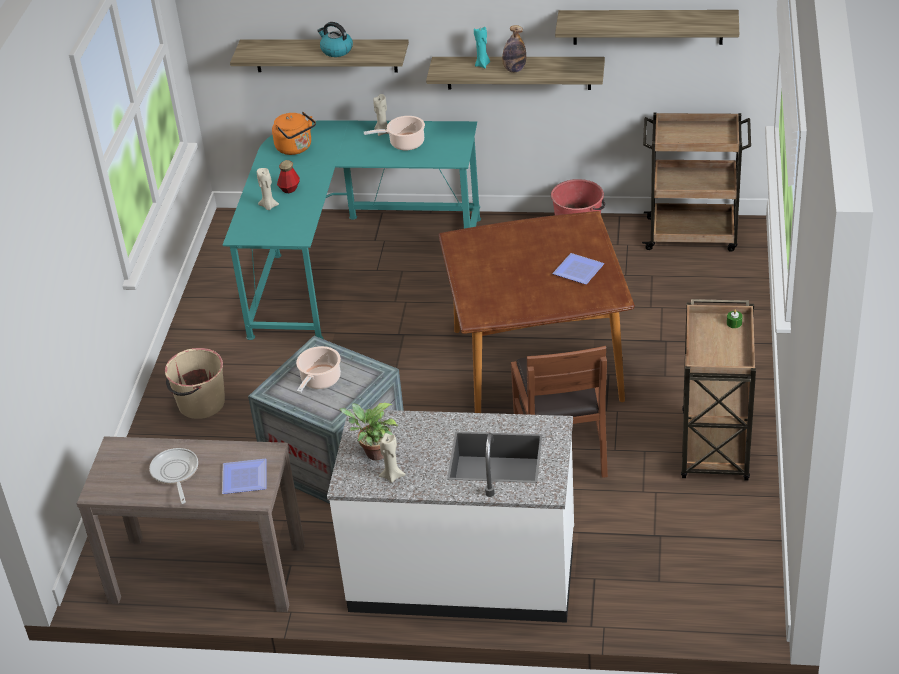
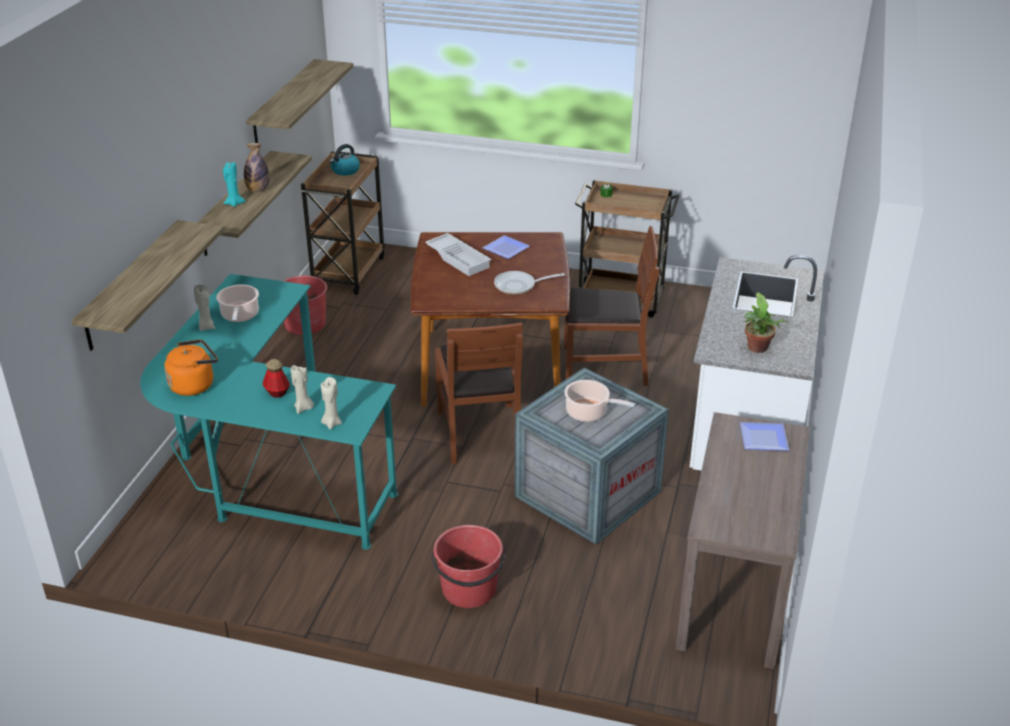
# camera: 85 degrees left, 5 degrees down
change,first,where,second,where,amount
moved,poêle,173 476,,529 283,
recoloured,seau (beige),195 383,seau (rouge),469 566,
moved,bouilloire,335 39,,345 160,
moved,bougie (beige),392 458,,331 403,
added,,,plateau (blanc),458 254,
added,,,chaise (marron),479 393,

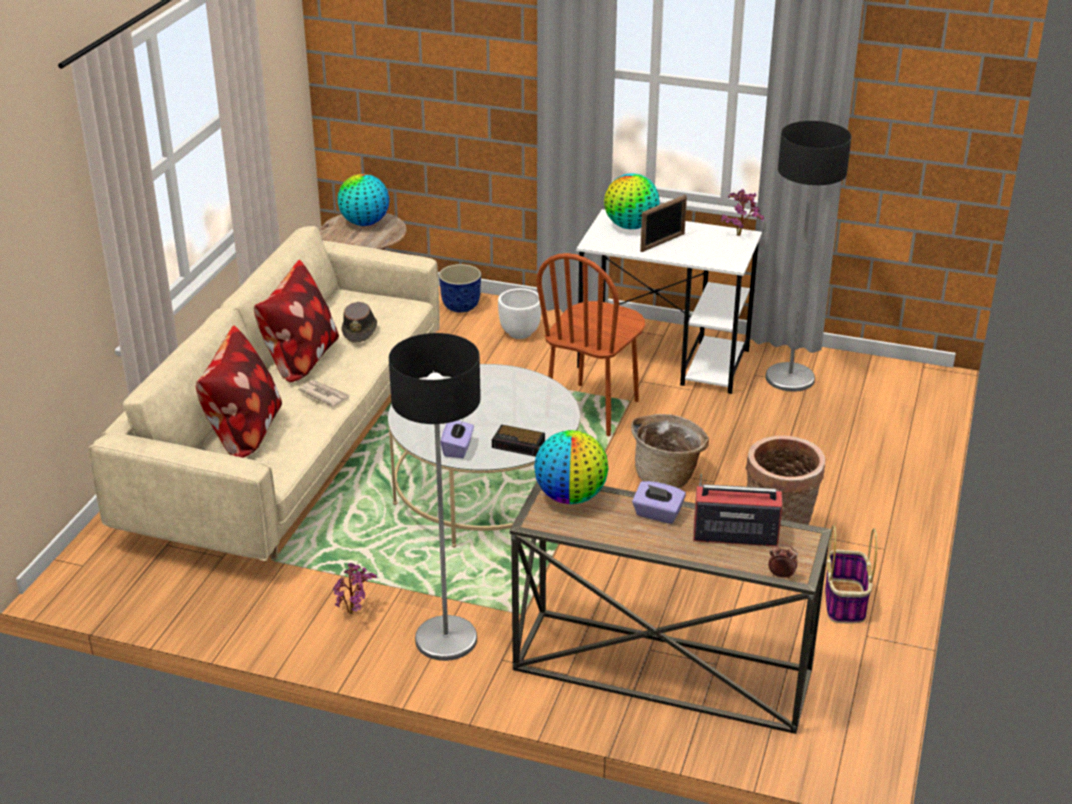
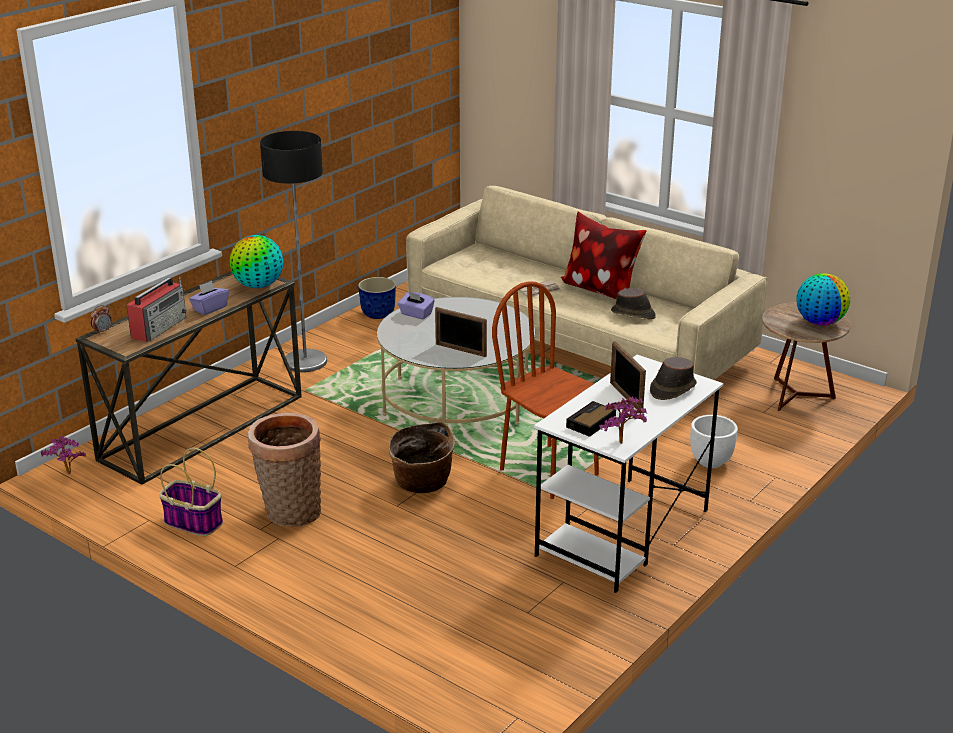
# camera: 110 degrees right, 5 degrees down
change,first,where,second,where,amount
removed,coussin,239 392,,,
moved,plante en pot,355 588,,63 455,
moved,cache-pot,460 288,,377 298,
moved,réveil,518 440,,591 419,
replaced,globe,632 201,chapeau (marron),673 378,
removed,lampadaire,808 256,,,
added,,,cadre photo,461 332,

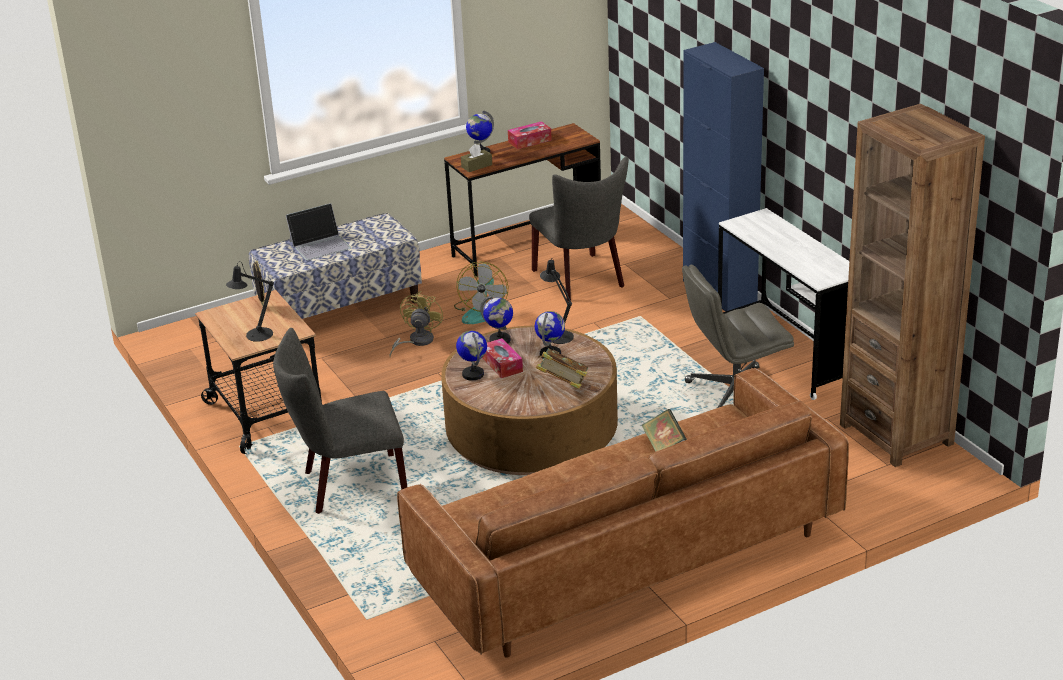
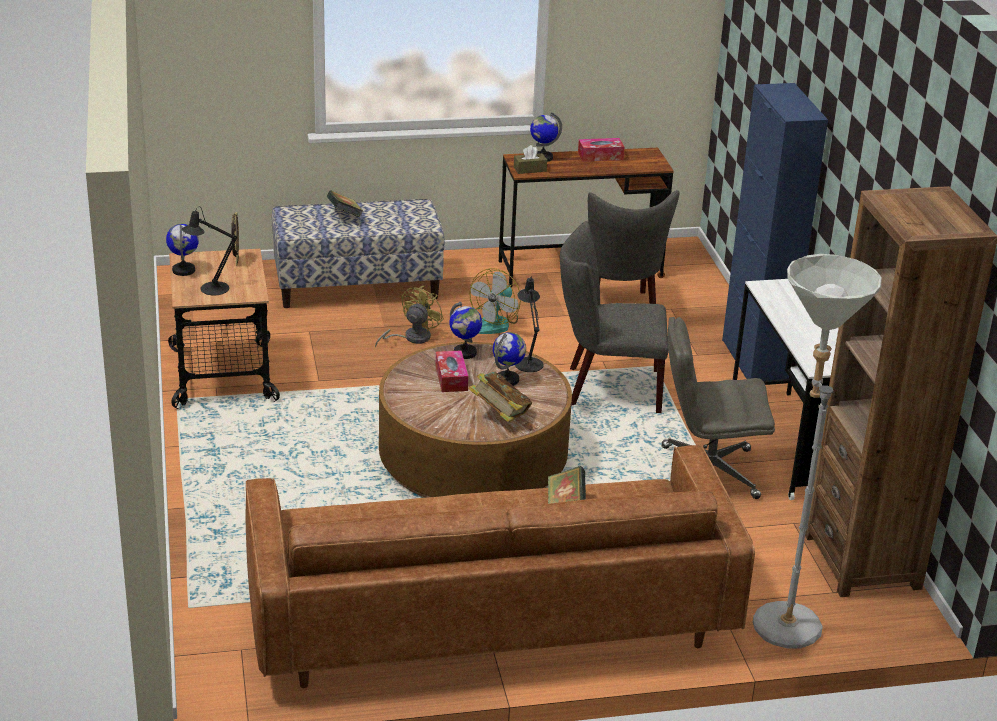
# camera: 15 degrees right, 0 degrees up
change,first,where,second,where,amount
moved,chaise (gris),340 421,,614 317,
replaced,ordinateur portable,318 232,livre,345 203,
moved,globe,471 356,,182 250,
added,,,lampadaire (gris),817 451,

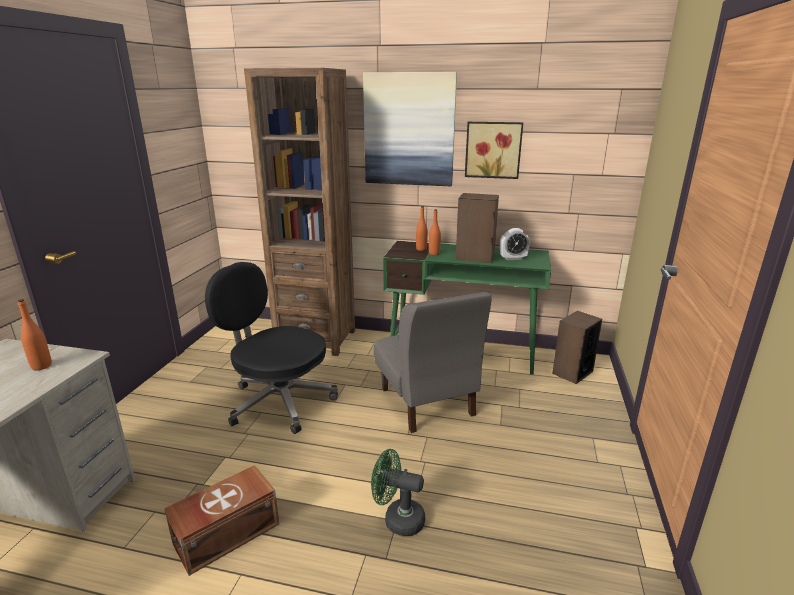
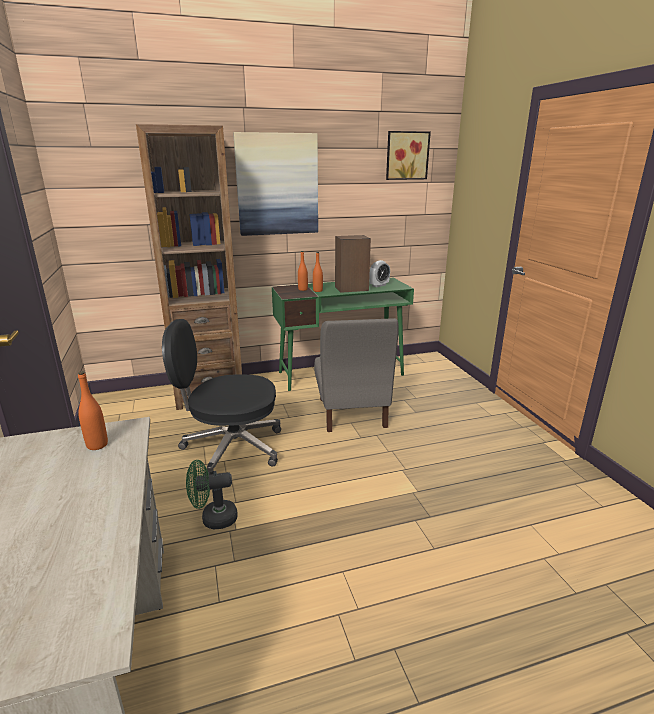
# camera: 30 degrees left, 0 degrees up
change,first,where,second,where,amount
removed,boîte de rangement (marron),221 520,,,
moved,ventilateur (vert),398 492,,212 494,
turned,chaise (gris),433 362,,356 375,45 degrees clockwise
moved,tableau,494 150,,408 155,
removed,enceinte,577 347,,,

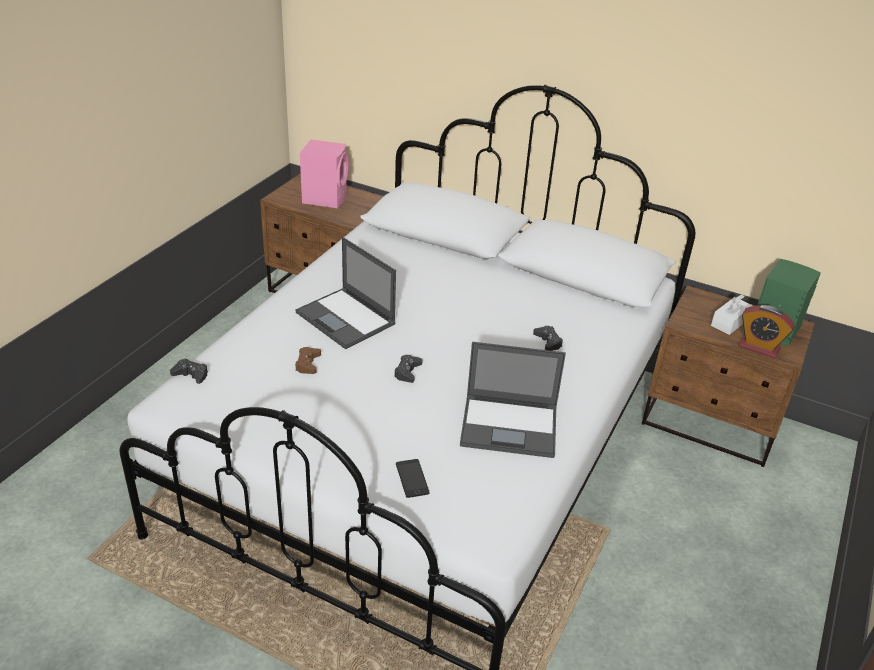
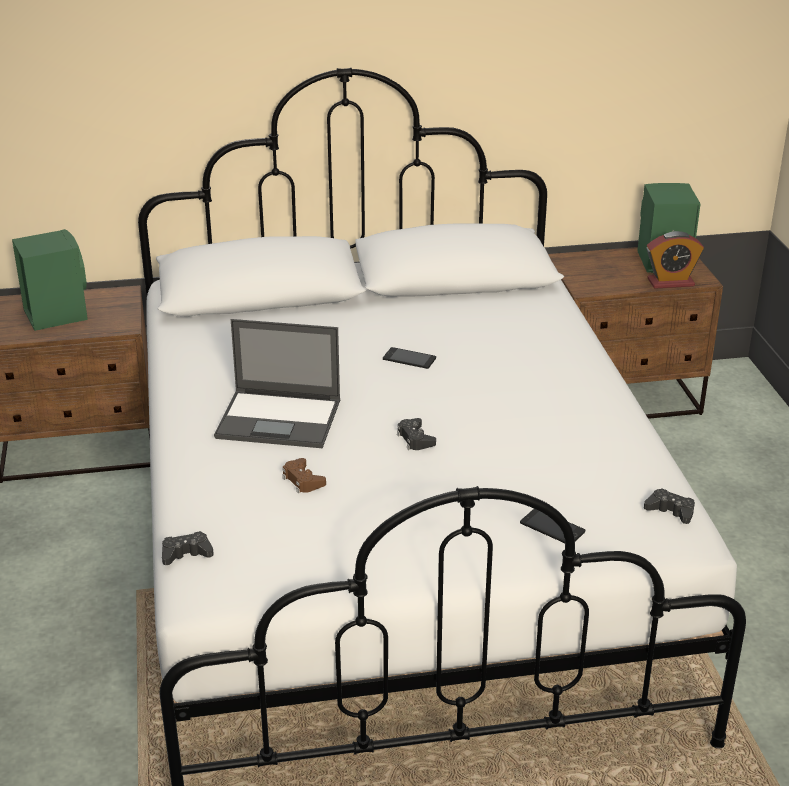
# camera: 35 degrees left, 5 degrees down
change,first,where,second,where,amount
recoloured,enceinte (rose),324 173,enceinte (vert),50 280,
removed,ordinateur portable,513 400,,,
moved,manette (noir),548 338,,669 506,
removed,boîte à mouchoirs (blanc),732 315,,,
added,,,téléphone,409 358,

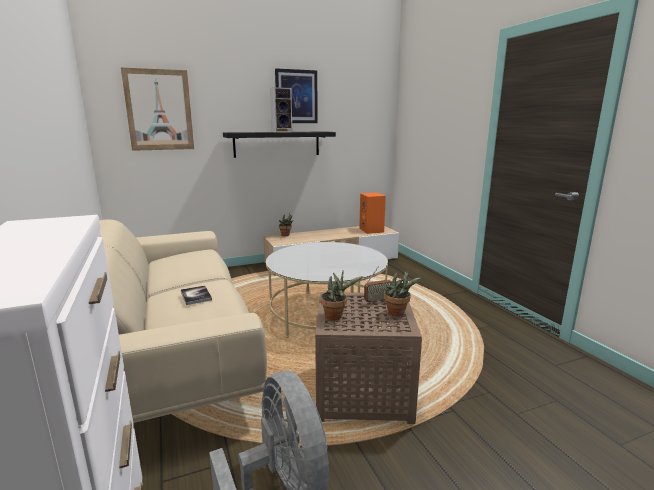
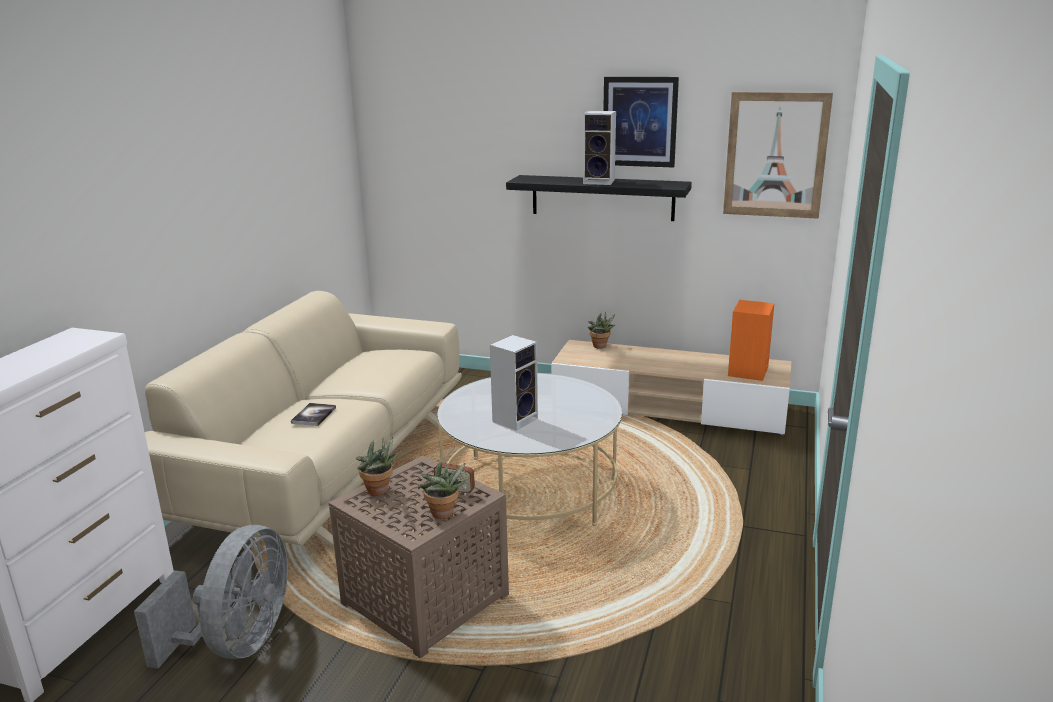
# camera: 40 degrees right, 5 degrees up
change,first,where,second,where,amount
moved,tableau,157 109,,778 155,
added,,,enceinte,514 383,

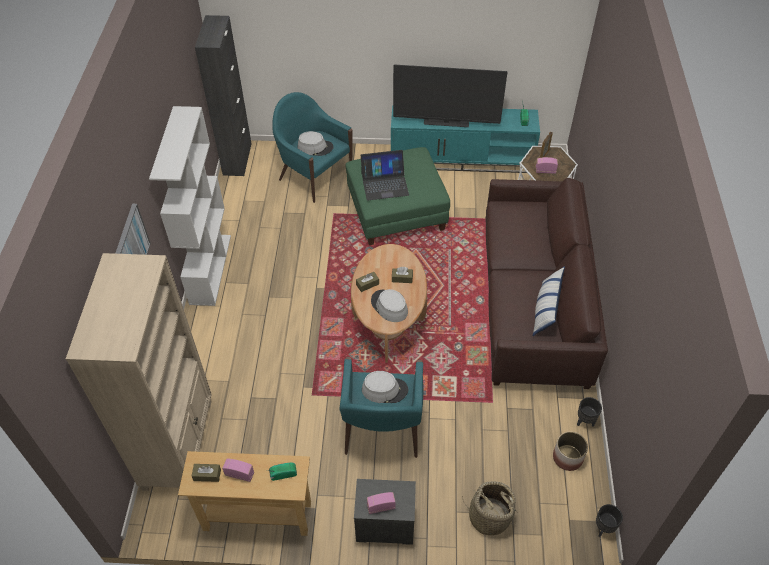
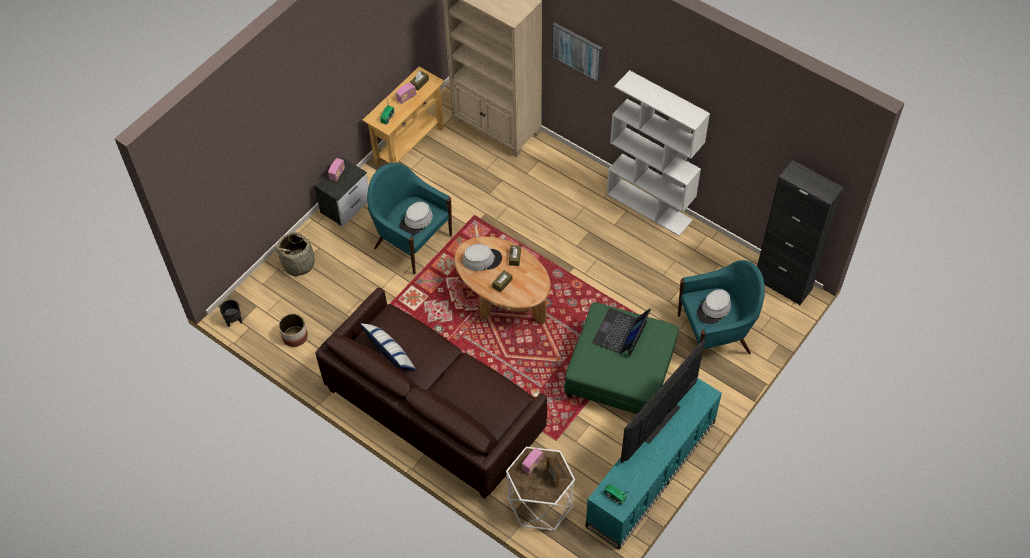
# camera: 125 degrees right, 5 degrees up
change,first,where,second,where,amount
removed,cache-pot (noir),589 412,,,

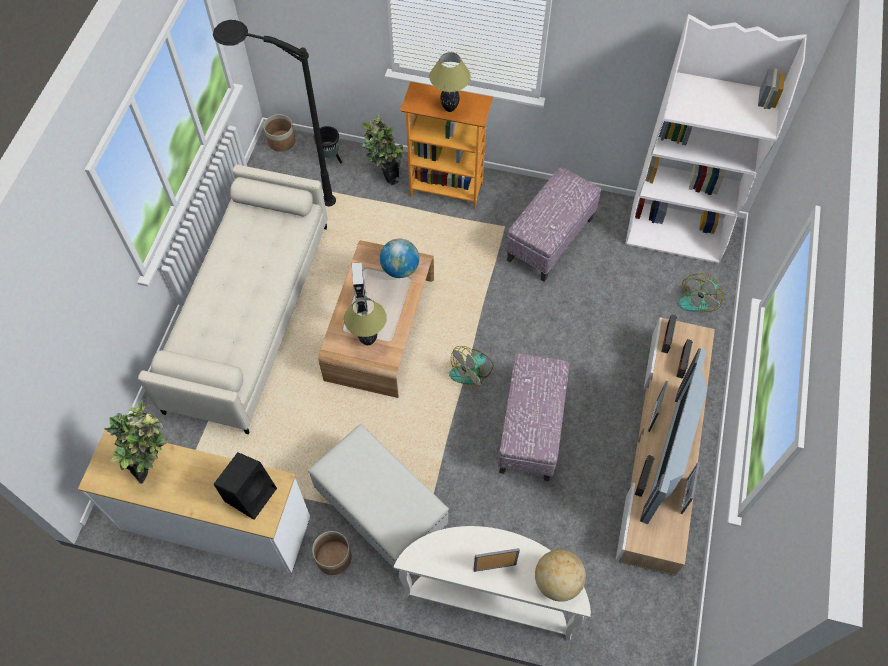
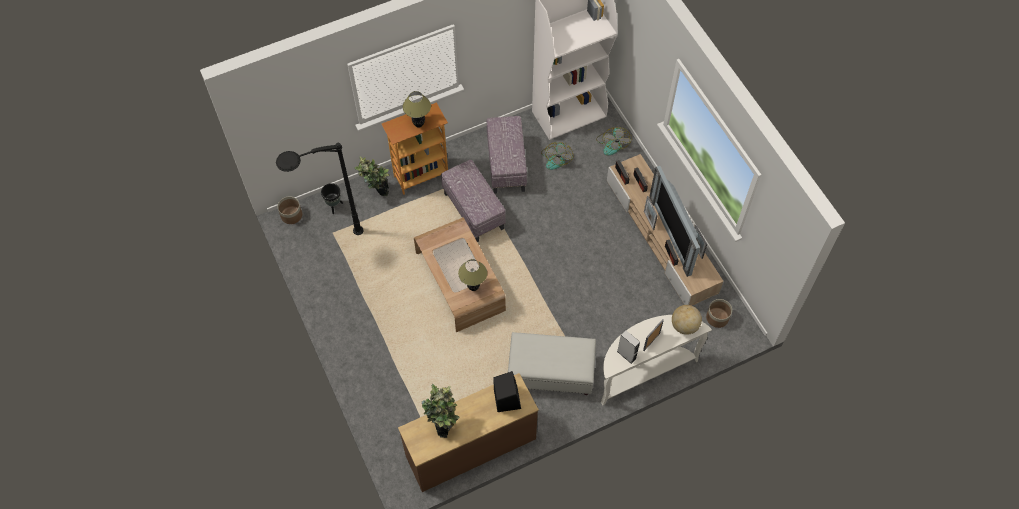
# camera: 40 degrees left, 0 degrees up
change,first,where,second,where,amount
recoloured,commode (blanc),194 501,commode (marron),468 432,
removed,canapé (beige),233 299,,,
moved,cache-pot,332 553,,719 313,
moved,enceinte (gris),360 287,,628 347,
removed,globe,399 258,,,
moved,ventilateur,471 366,,557 156,
moved,pouf,533 417,,473 201,

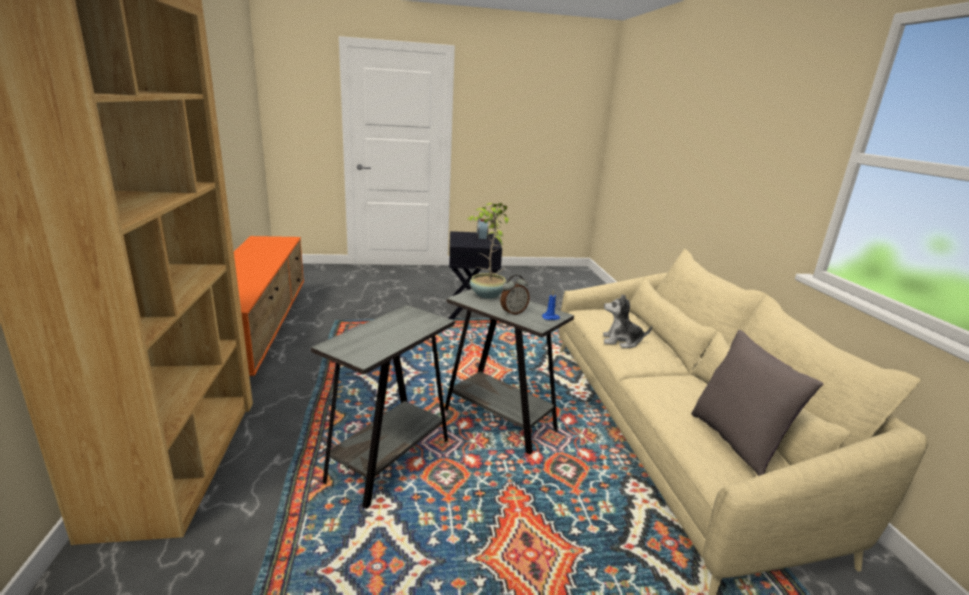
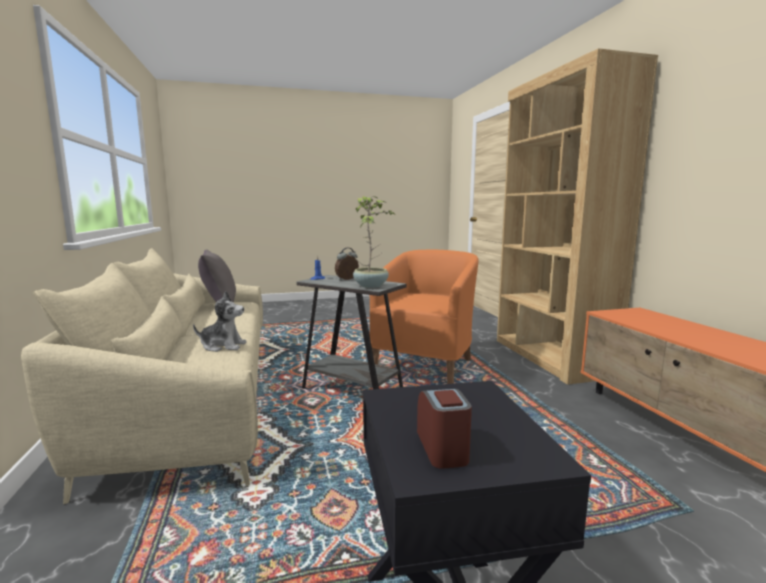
# camera: 175 degrees right, 10 degrees down
change,first,where,second,where,amount
replaced,table d'appoint (gris),383 407,fauteuil (orange),424 317,

